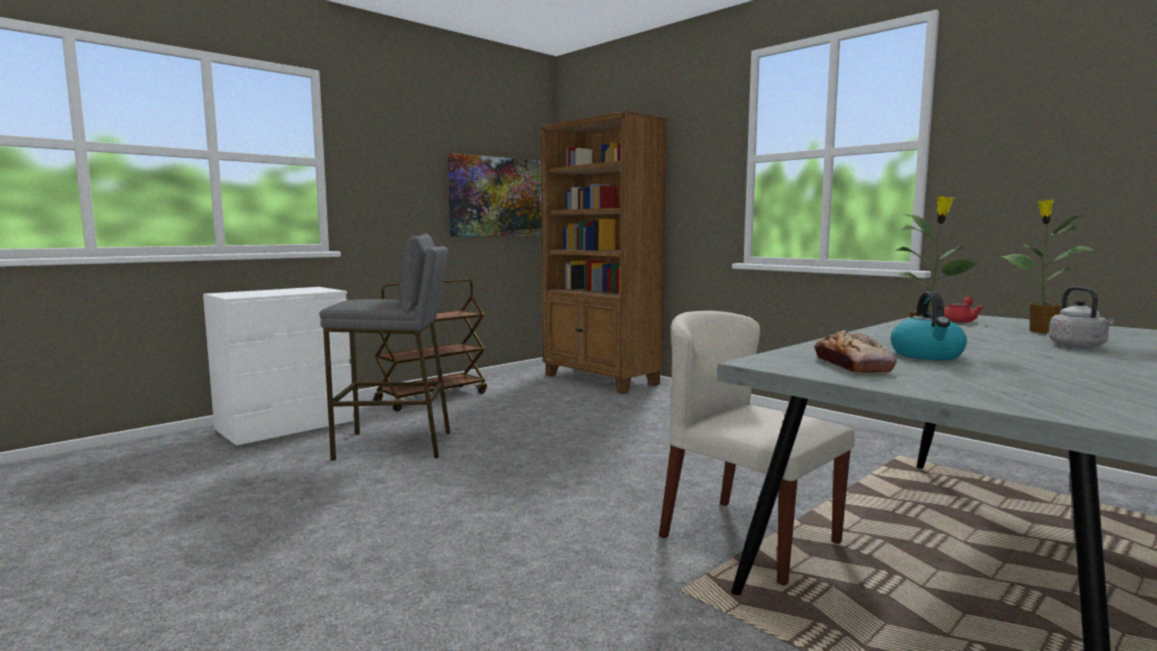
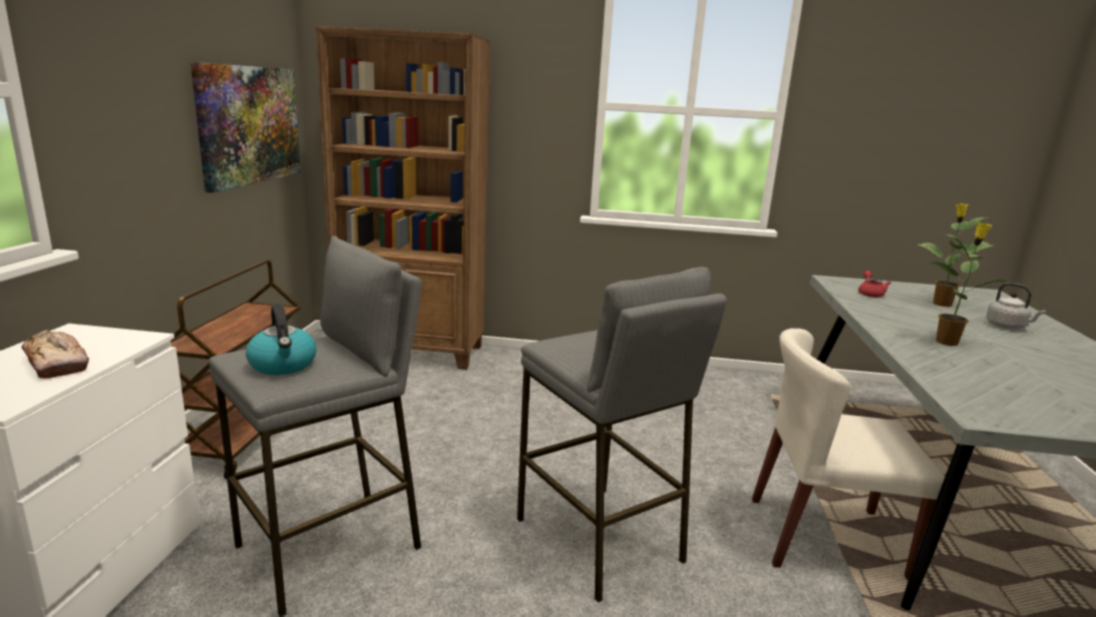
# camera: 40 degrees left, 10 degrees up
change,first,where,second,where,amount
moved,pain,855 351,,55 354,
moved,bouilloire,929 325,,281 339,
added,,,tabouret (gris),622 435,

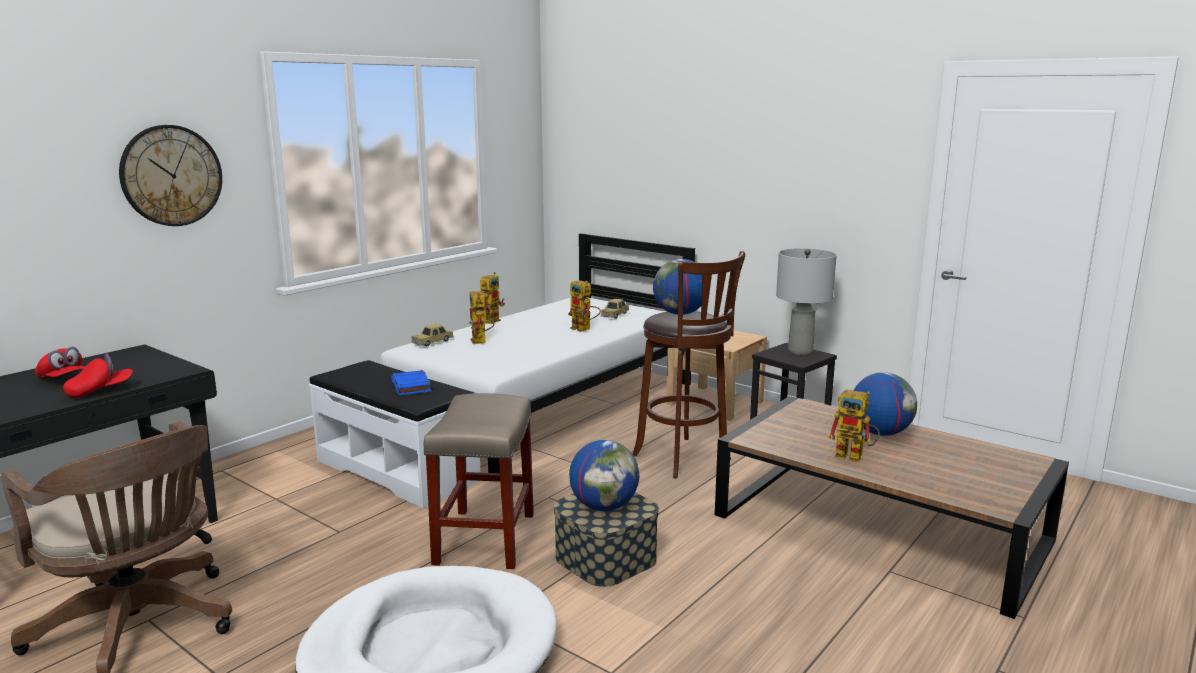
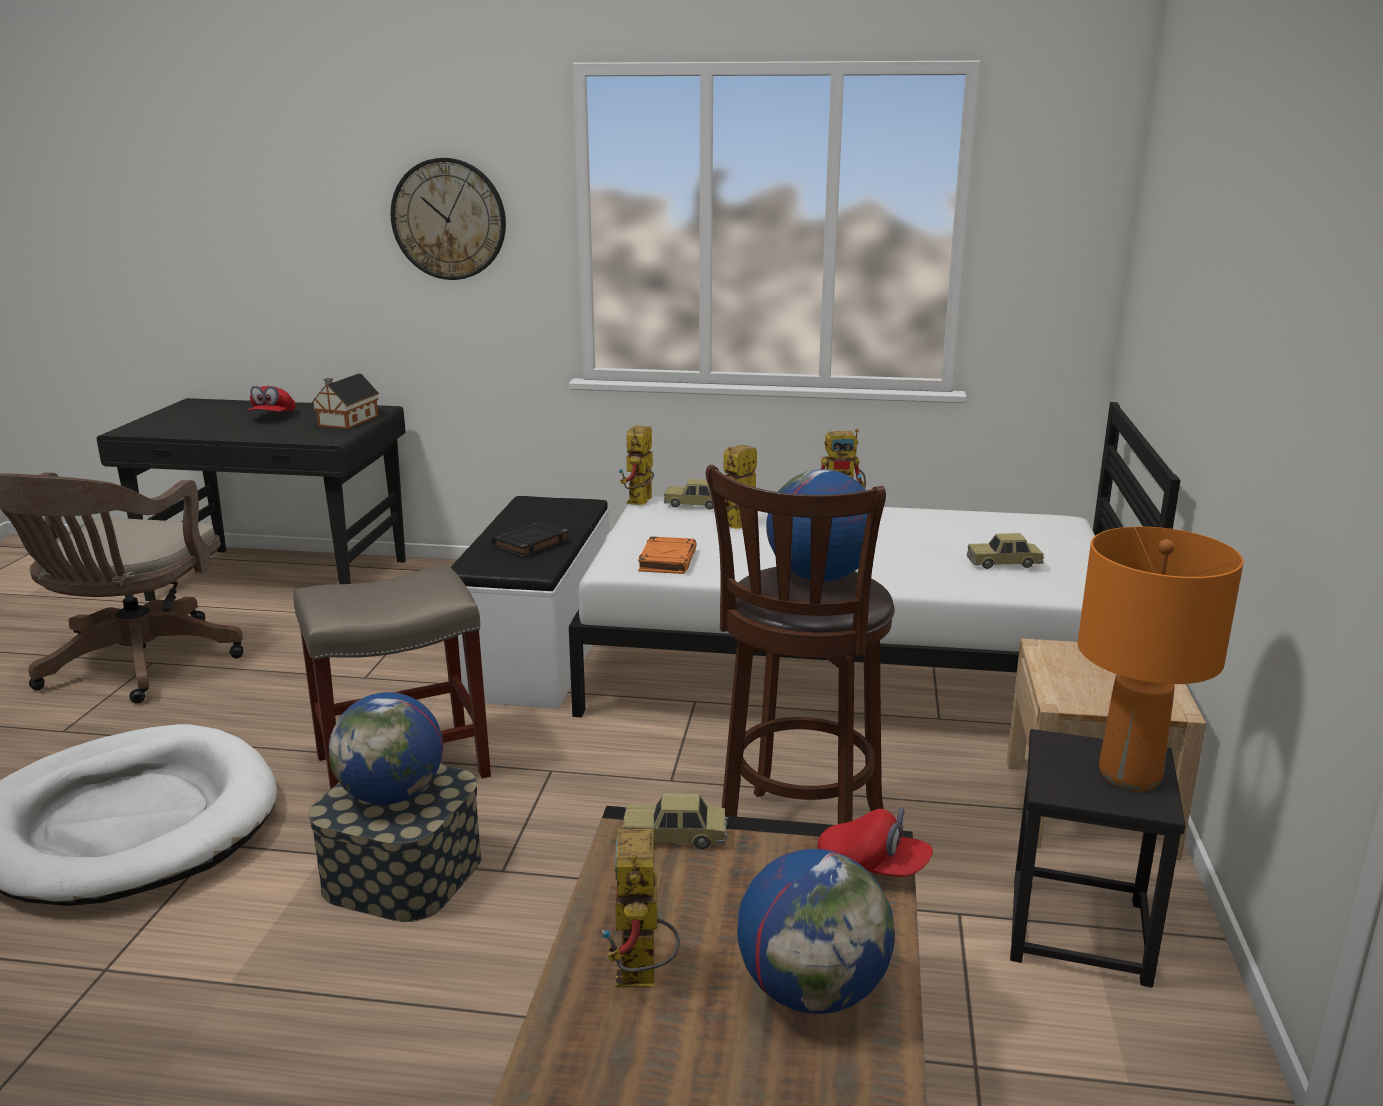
# camera: 60 degrees right, 5 degrees up
change,first,where,second,where,amount
moved,casquette (rouge),98 376,,875 842,
recoloured,livre (bleu),411 382,livre (noir),531 539,
moved,robot jouet,584 306,,636 465,
recoloured,lampe de table (gris),806 302,lampe de table (orange),1161 659,
added,,,maison miniature,345 401,
added,,,petite voiture,675 821,
added,,,livre (orange),667 555,

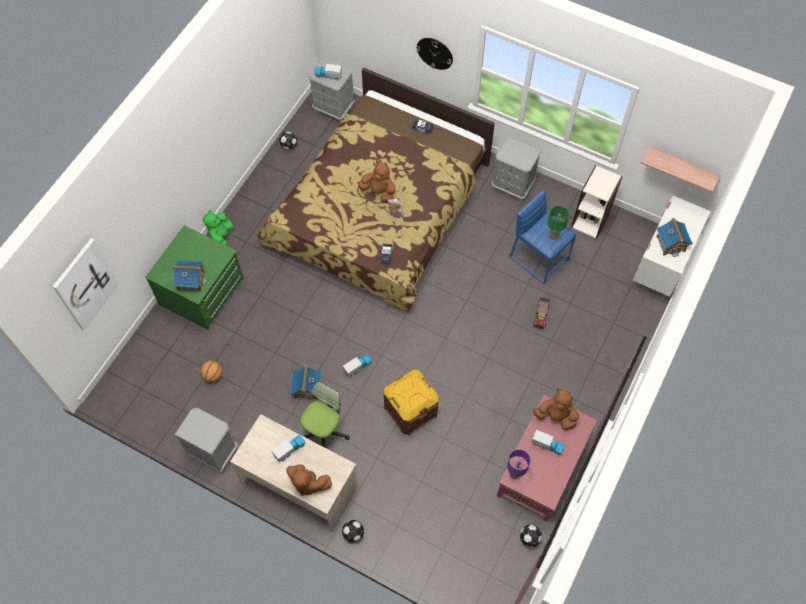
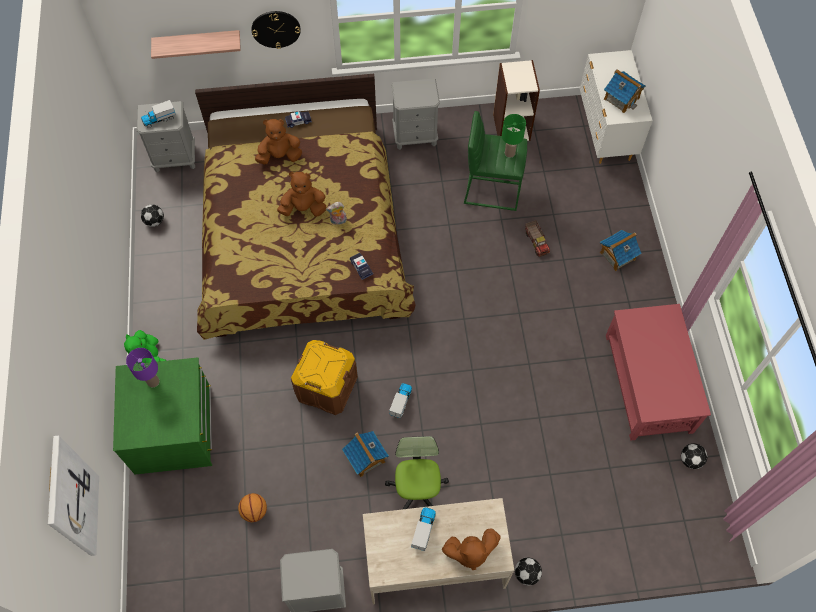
# camera: 35 degrees left, 0 degrees up
change,first,where,second,where,amount
moved,maison miniature,189 276,,621 251,
moved,boîte de rangement (marron),411 402,,324 377,
moved,lampe de table (violet),519 464,,142 367,
recoloured,tabouret (bleu),542 237,tabouret (vert),495 161,
removed,camion jouet,548 442,,,
moved,peluche (marron),556 409,,278 142,
moved,étagère,680 169,,196 44,

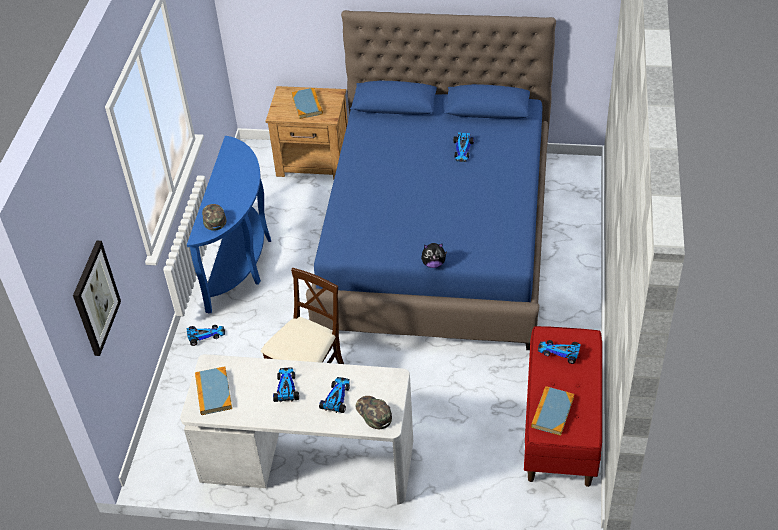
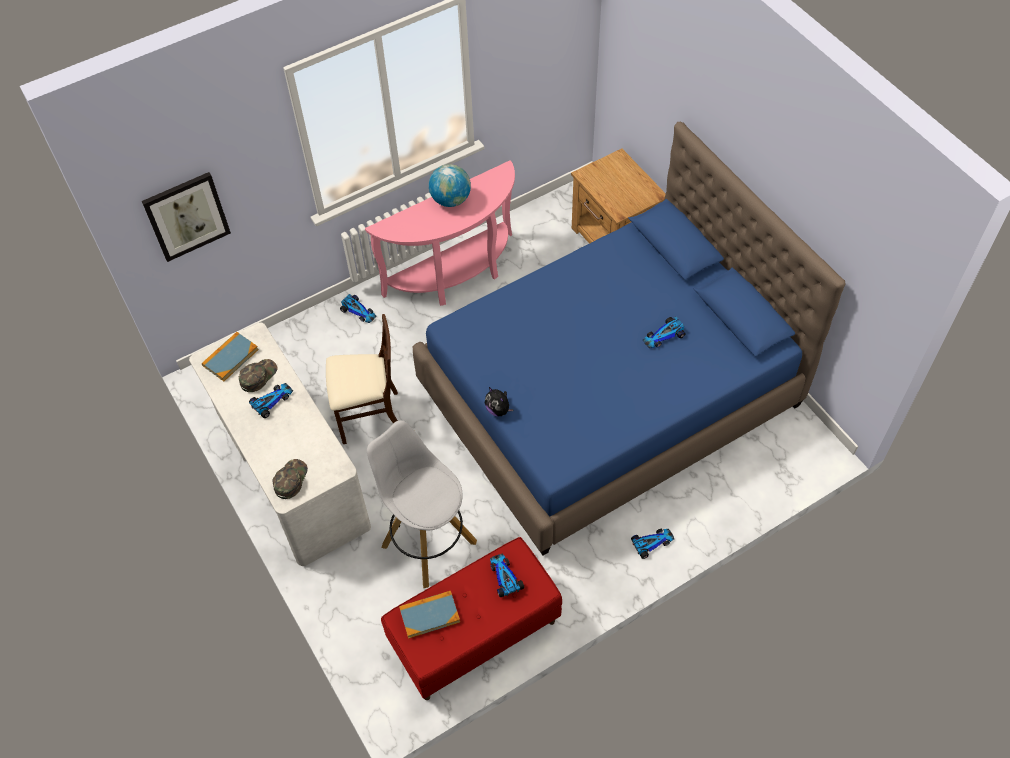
# camera: 50 degrees right, 10 degrees up
change,first,where,second,where,amount
recoloured,table console (bleu),229 225,table console (rose),440 233,
moved,casquette (vert),214 217,,258 375,
removed,livre,307 103,,,
moved,petite voiture,334 395,,652 544,
added,,,tabouret (blanc),422 504,
added,,,globe,450 185,

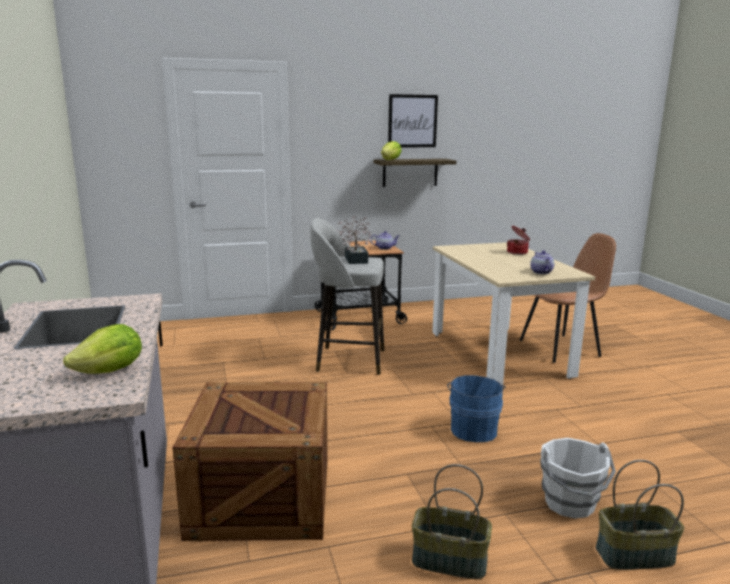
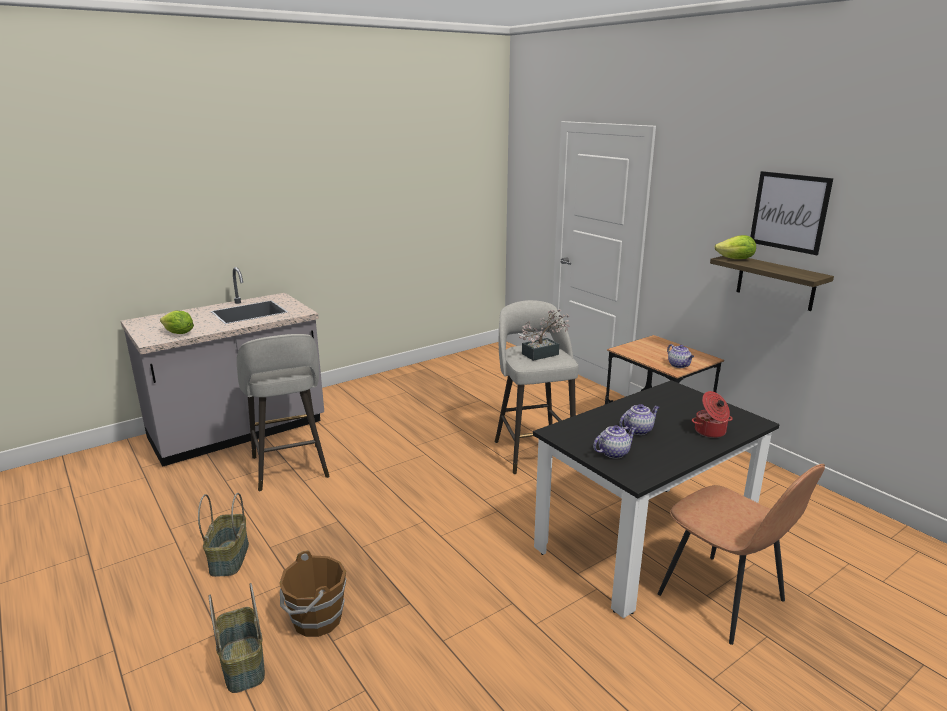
# camera: 70 degrees right, 5 degrees up
change,first,where,second,where,amount
replaced,caisse,250 461,tabouret (gris),283 412,
recoloured,table à manger (beige),513 313,table à manger (noir),656 499,
removed,seau (bleu),476 408,,,
recoloured,seau (blanc),578 478,seau (marron),312 593,
added,,,théière,639 419,

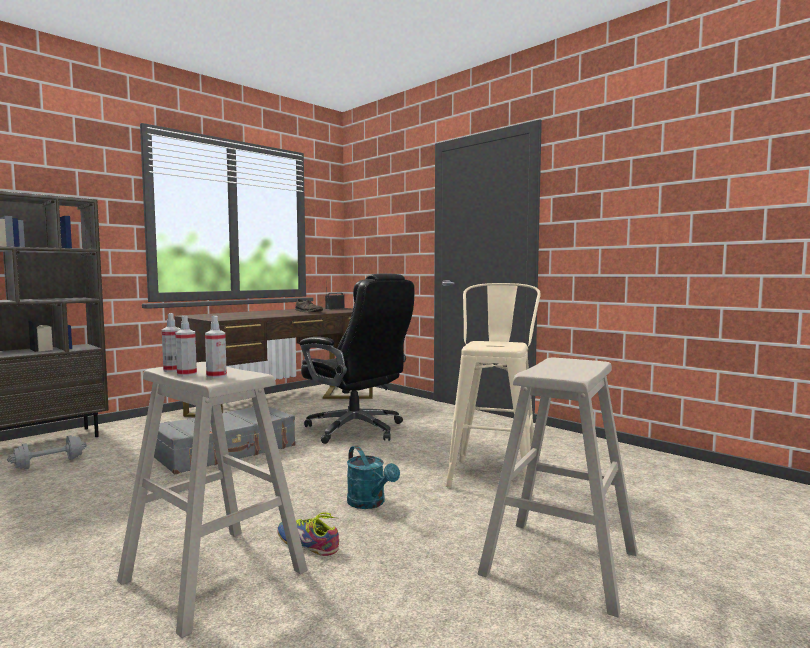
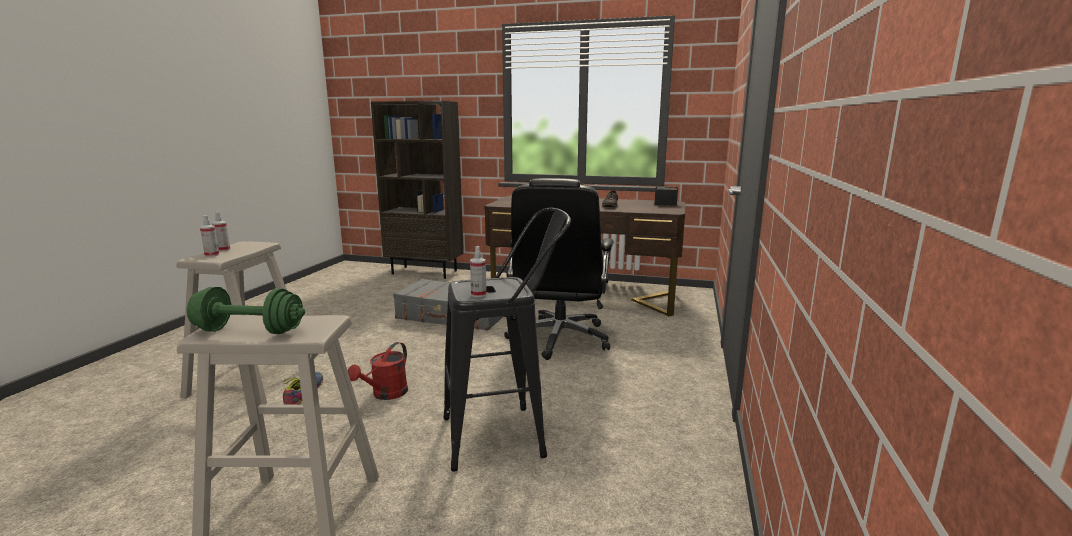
# camera: 60 degrees right, 10 degrees up
change,first,where,second,where,amount
removed,haltère (gris),47 452,,,
moved,vaporisateur,171 342,,478 271,
recoloured,arrosoir (turquoise),373 477,arrosoir (rouge),378 371,
recoloured,tabouret (beige),493 389,tabouret (noir),507 340,
added,,,haltère (vert),246 310,

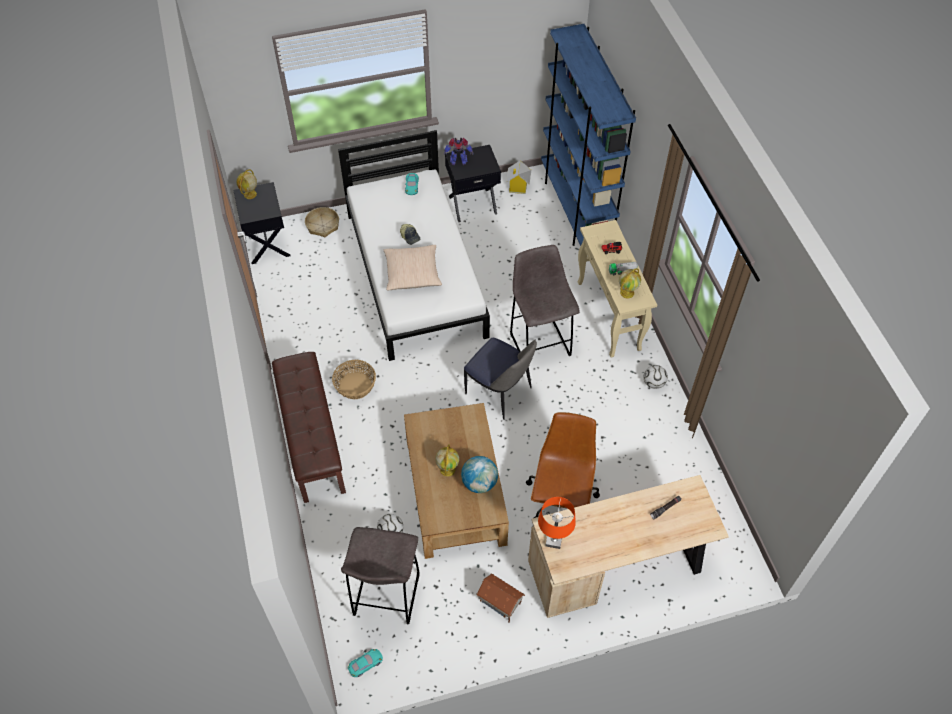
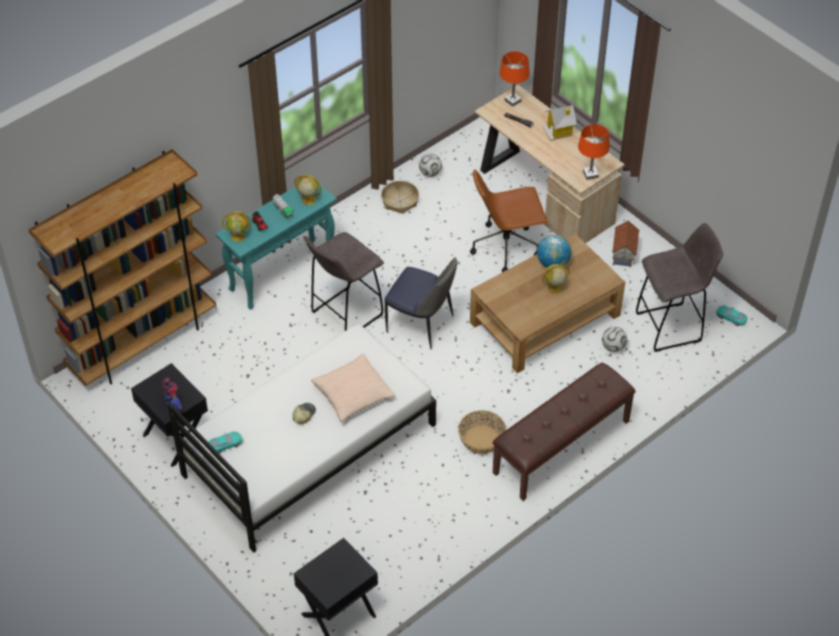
# camera: 115 degrees left, 5 degrees down
change,first,where,second,where,amount
moved,globe,246 184,,237 226,
moved,panier,322 222,,400 197,
turned,chaise,500 379,,420 303,105 degrees clockwise
moved,maison miniature,518 177,,560 123,
recoloured,bibliothèque (bleu),588 135,bibliothèque (marron),122 267,
recoloured,table console (beige),617 289,table console (turquoise),276 246,
moved,ballon de foot,656 377,,430 165,
added,,,lampe de table (orange),515 79,

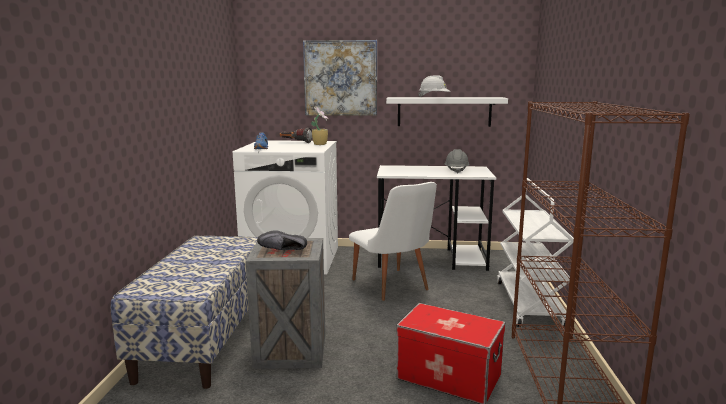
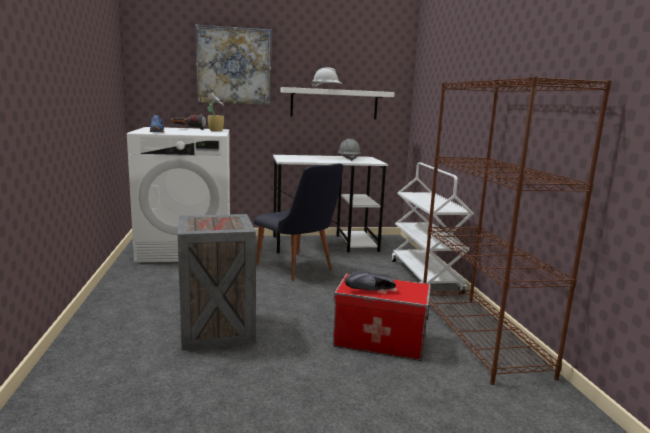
# camera: 15 degrees left, 0 degrees up
change,first,where,second,where,amount
removed,banc,184 312,,,
moved,chaussure (noir),282 240,,370 280,
recoloured,chaise (blanc),393 241,chaise (noir),299 222,

